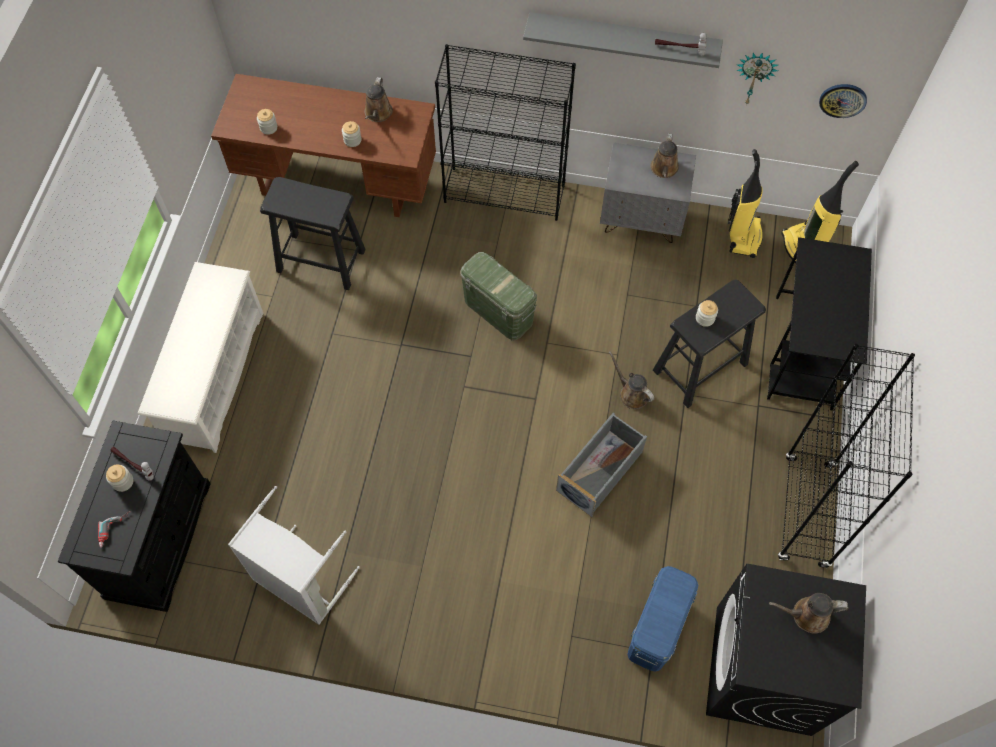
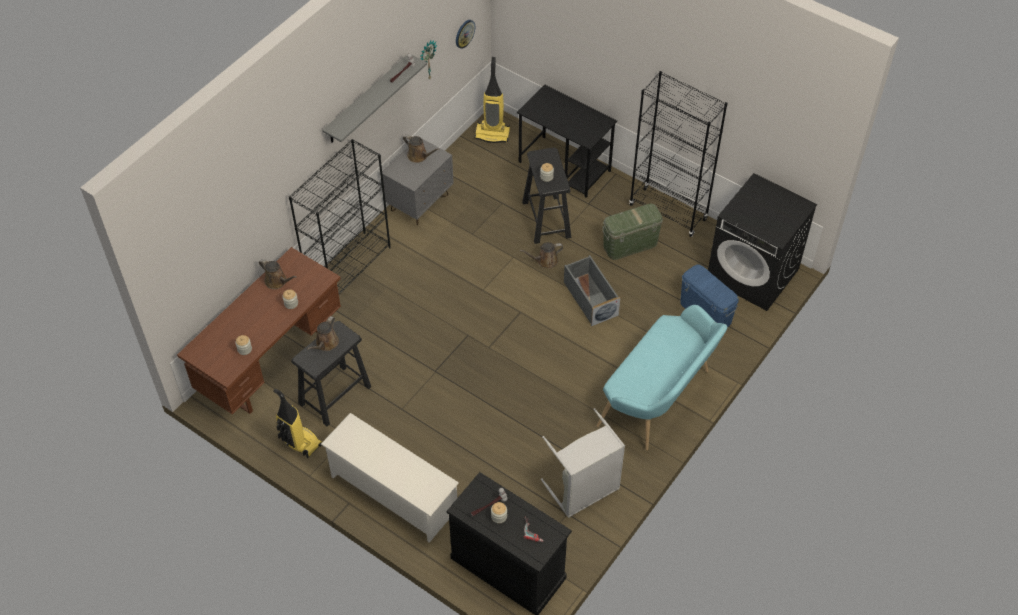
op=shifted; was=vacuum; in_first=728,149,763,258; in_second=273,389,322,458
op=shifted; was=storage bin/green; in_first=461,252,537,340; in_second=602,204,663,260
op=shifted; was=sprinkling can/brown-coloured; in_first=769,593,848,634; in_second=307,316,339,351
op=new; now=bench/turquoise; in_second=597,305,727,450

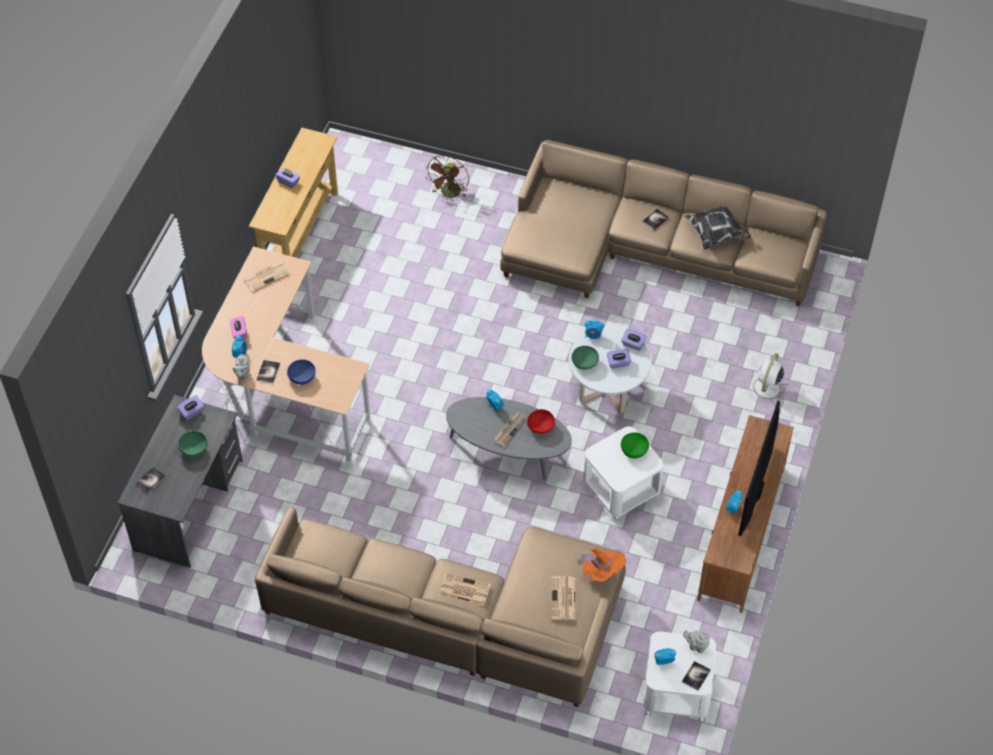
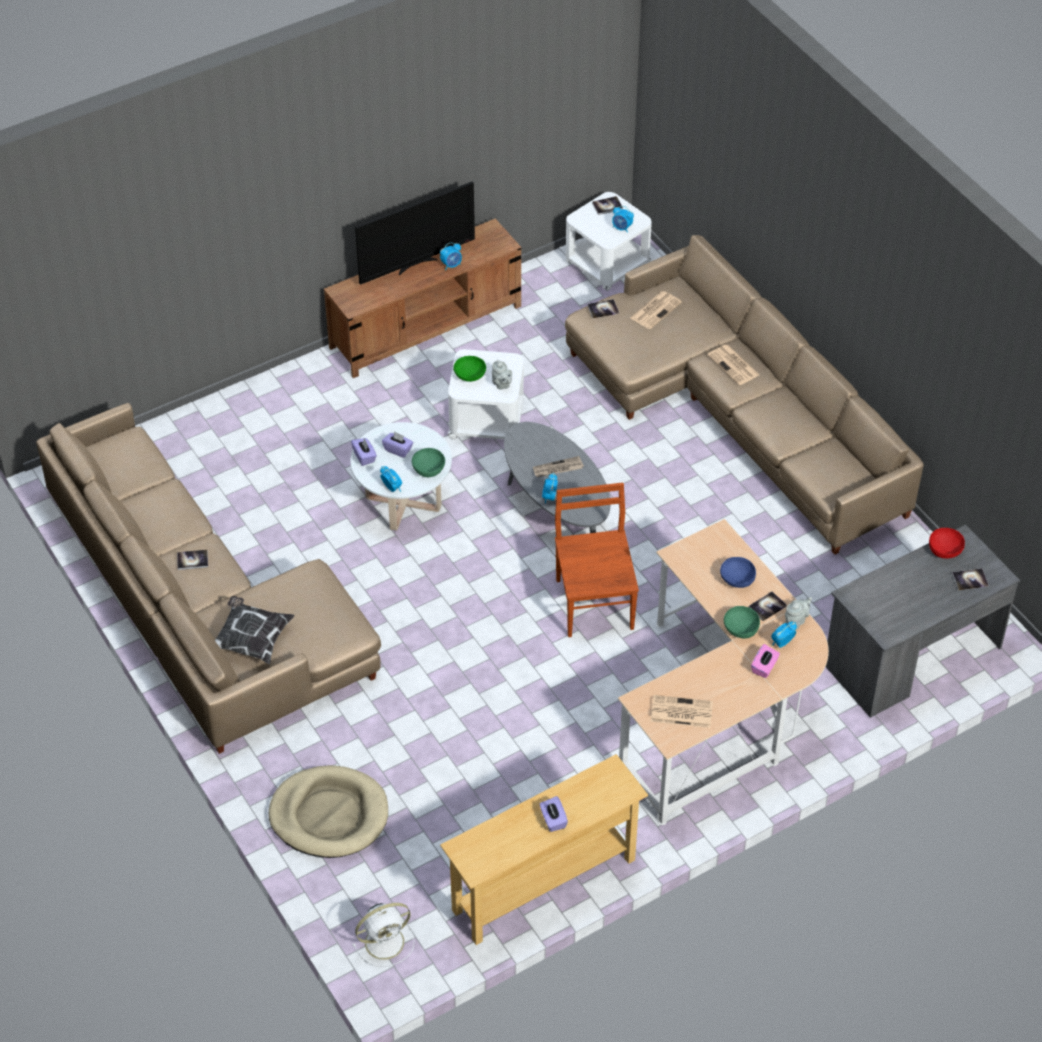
op=swapped; was=electric fan/brown-coloured; now=dog cushion/sand-coloured; in_first=426,156,469,198; in_second=269,765,388,858
op=shifted; was=cushion; in_first=684,207,751,250; in_second=215,596,295,664
op=shifted; was=electric fan/white; in_first=747,353,786,405; in_second=353,903,414,967
op=gone; was=tissue holder/purple-coloured; in_first=177,395,204,420
op=shifted; was=deep dish/red-coloured; in_first=527,409,555,434; in_second=929,528,965,558
op=shifted; was=deep dish/green; in_first=178,431,208,457; in_second=724,606,760,638
op=swapped; was=clothing hat/orange; now=bound book; in_first=577,548,626,582; in_second=587,299,619,318
op=shifted; was=pot for tea/greyish; in_first=683,630,710,653; in_second=492,360,512,390
op=new; now=plain chair/brown-coloured; in_second=555,483,639,637

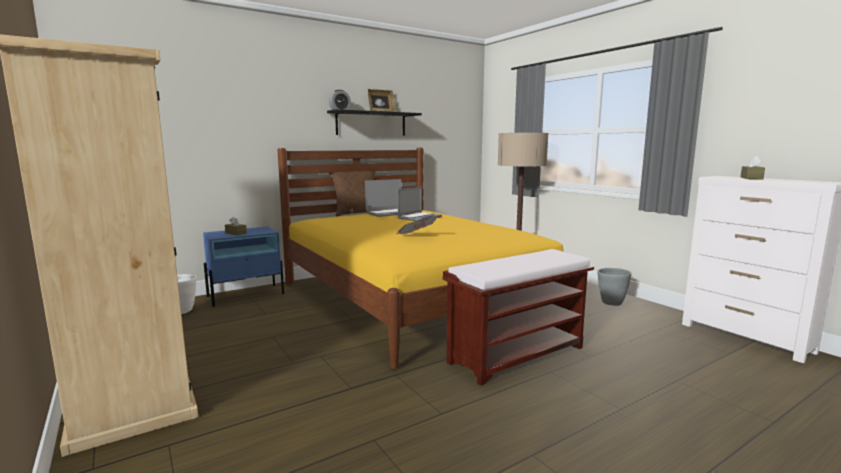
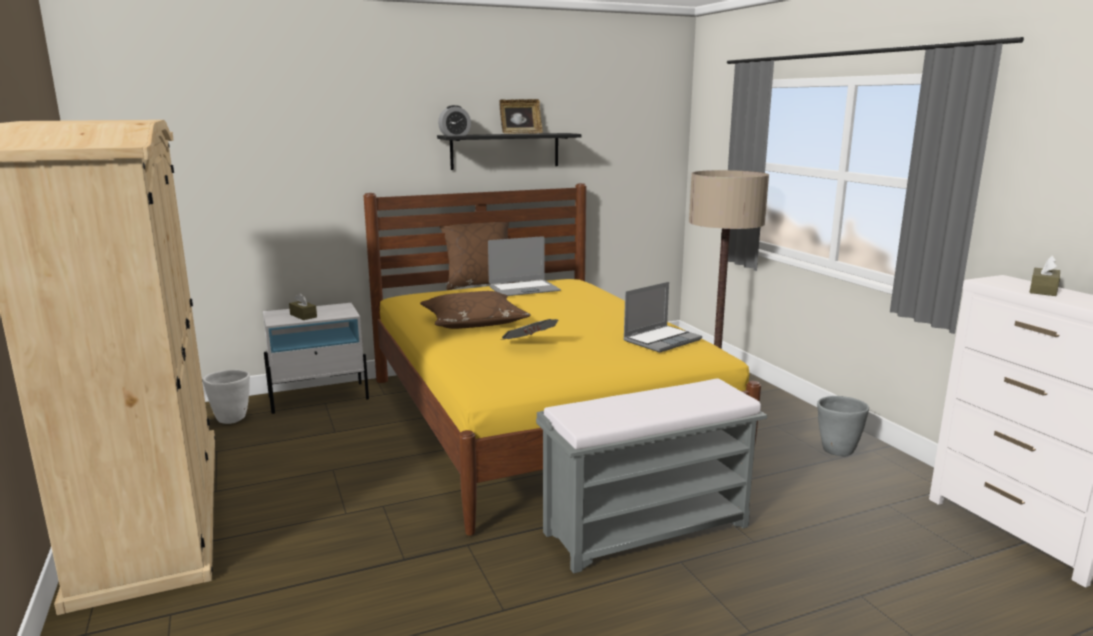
op=shifted; was=laptop; in_first=398,187,442,221; in_second=623,282,702,353
op=repainted; was=night table/bluish; now=night table/white; in_first=203,226,284,306; in_second=263,303,369,414
op=repainted; was=bench/brown-coloured; now=bench/greyish; in_first=443,249,594,386; in_second=536,378,767,574
op=new; now=cushion/brown-coloured; in_second=420,291,531,329

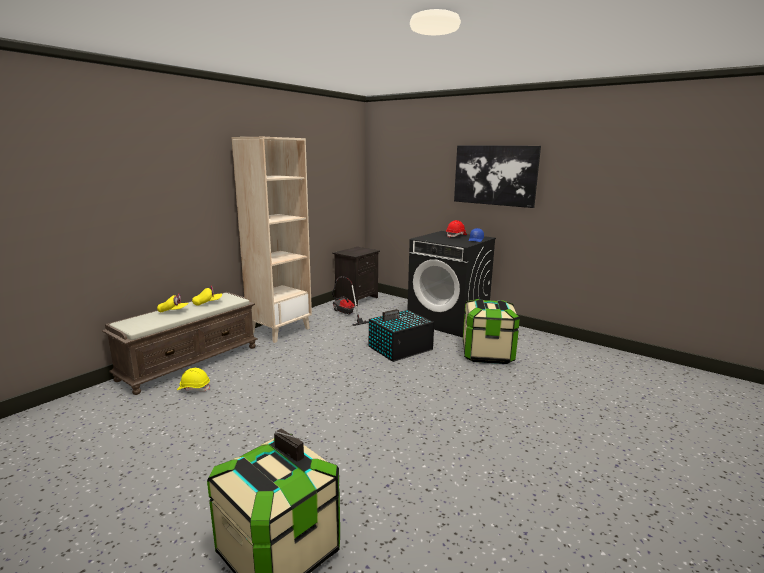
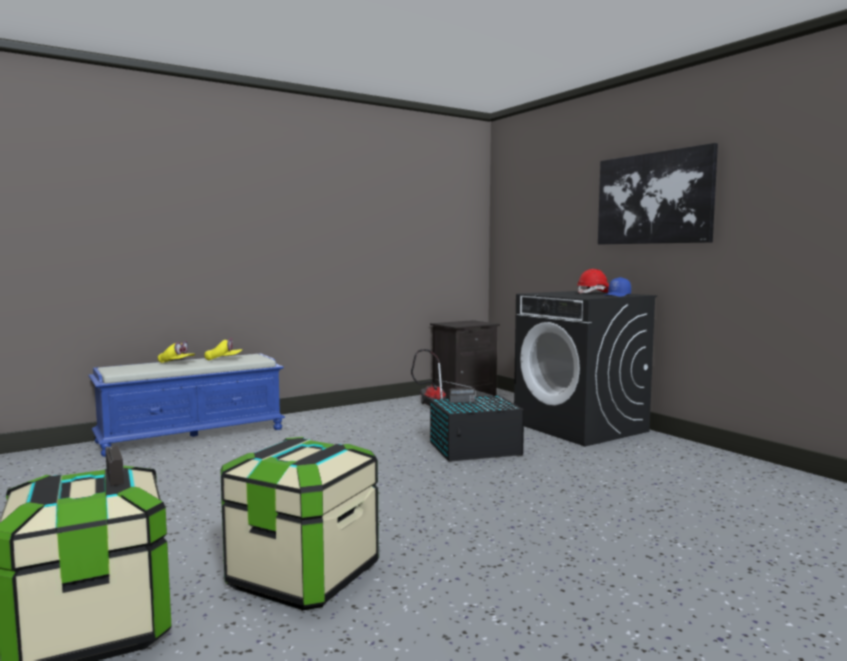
op=gone; was=bookcase/sand-coloured; in_first=231,137,312,343
op=repainted; was=bench/brown-coloured; now=bench/bluish; in_first=102,292,258,395; in_second=88,353,285,457
op=shifted; was=storage bin; in_first=463,299,520,364; in_second=221,437,379,611
op=gone; was=work helmet/yellow; in_first=177,368,210,392

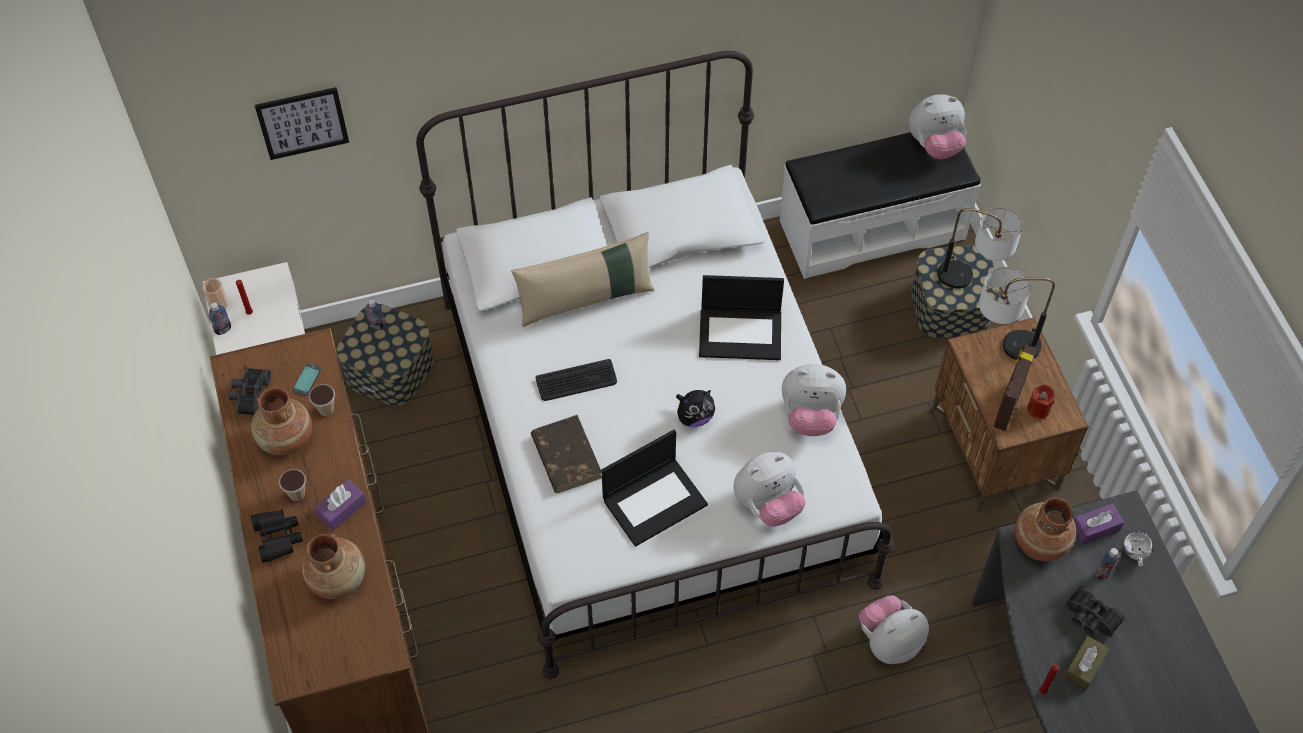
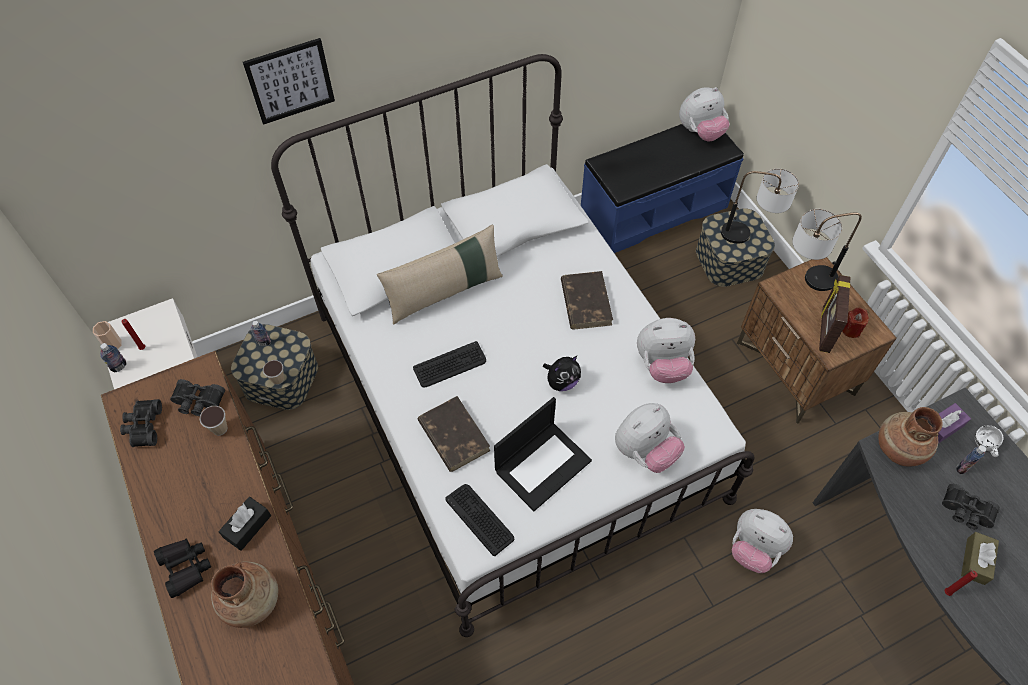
op=shifted; was=wall art; in_first=255,87,349,160; in_second=243,38,335,125
op=repainted; was=bench/white; now=bench/bluish; in_first=780,132,981,279; in_second=581,124,744,253
op=swapped; was=laptop; now=bound book/brown-coloured; in_first=699,275,784,360; in_second=561,271,613,329
op=swapped; was=telephone; now=binoculars/black; in_first=292,363,322,396; in_second=170,379,225,416
op=gone; was=decorative vase/brown-coloured; in_first=251,387,312,455
op=shifted; was=small cup; in_first=279,469,306,501; in_second=263,360,284,385
op=repainted; was=tissue holder/purple-coloured; now=tissue holder/black; in_first=315,479,366,531; in_second=219,497,271,551
op=rotated; was=plush toy; in_first=859,595,929,664; in_second=732,509,793,573; clockwise=-105
op=new; now=PC keyboard; in_second=445,484,514,556

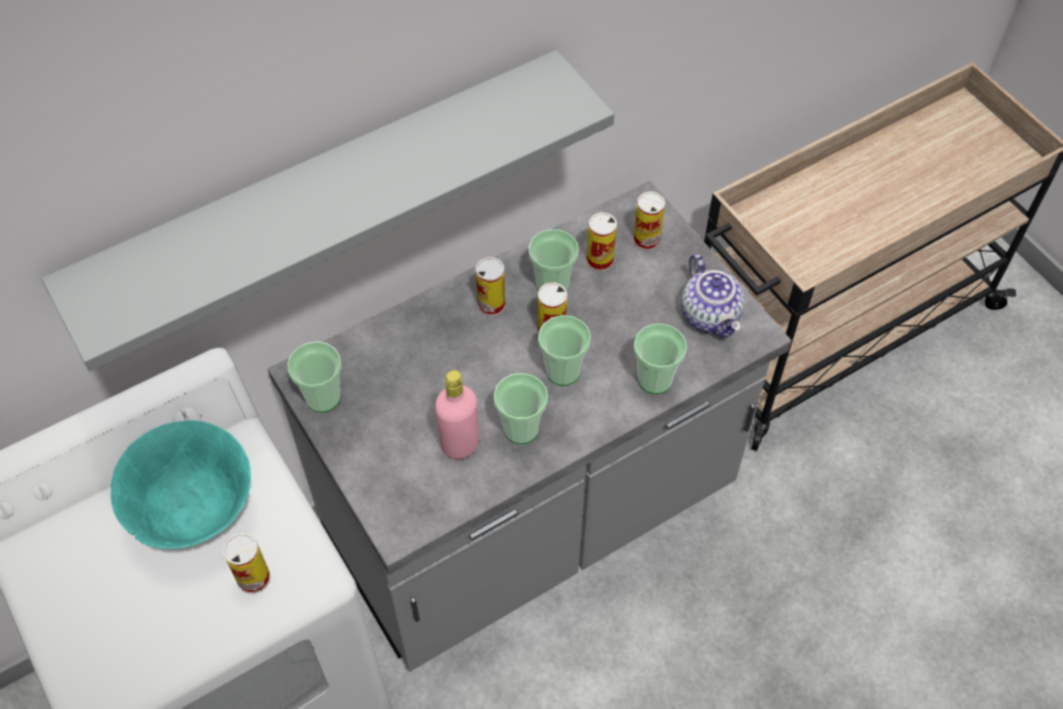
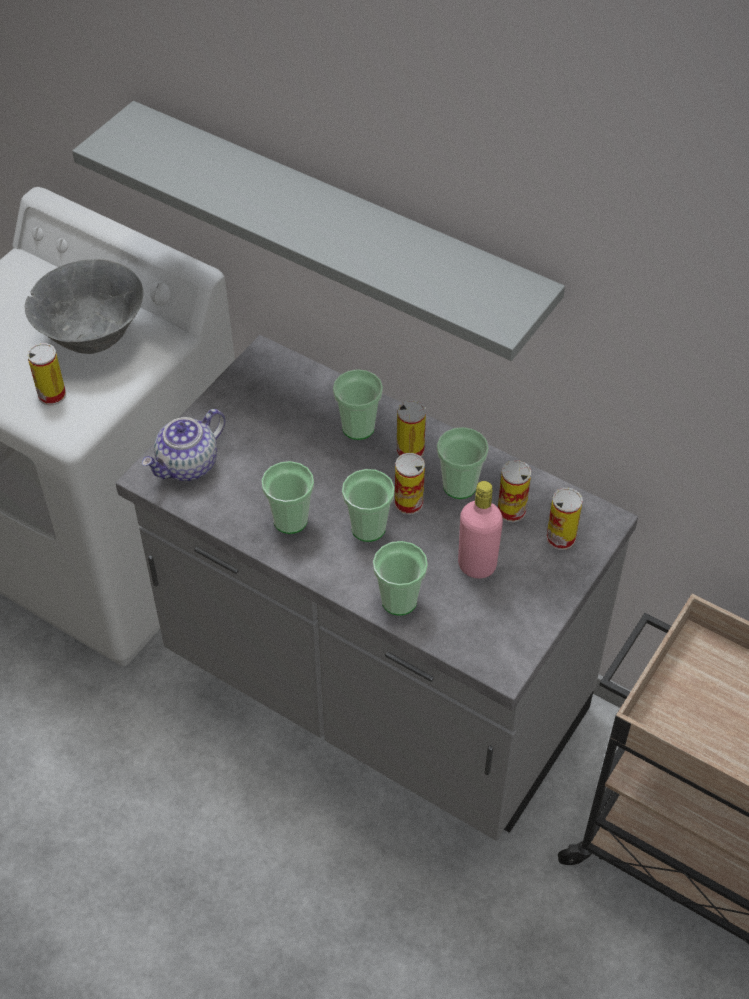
op=shifted; was=pot for tea; in_first=681,254,745,338; in_second=142,409,225,481
op=shifted; was=small cup; in_first=287,341,342,413; in_second=333,369,383,440
op=shifted; was=beverage bottle/pink; in_first=435,370,479,459; in_second=458,481,503,578
op=repainted; was=deep dish/turquoise; now=deep dish/greyish; in_first=111,420,251,549; in_second=25,259,143,354

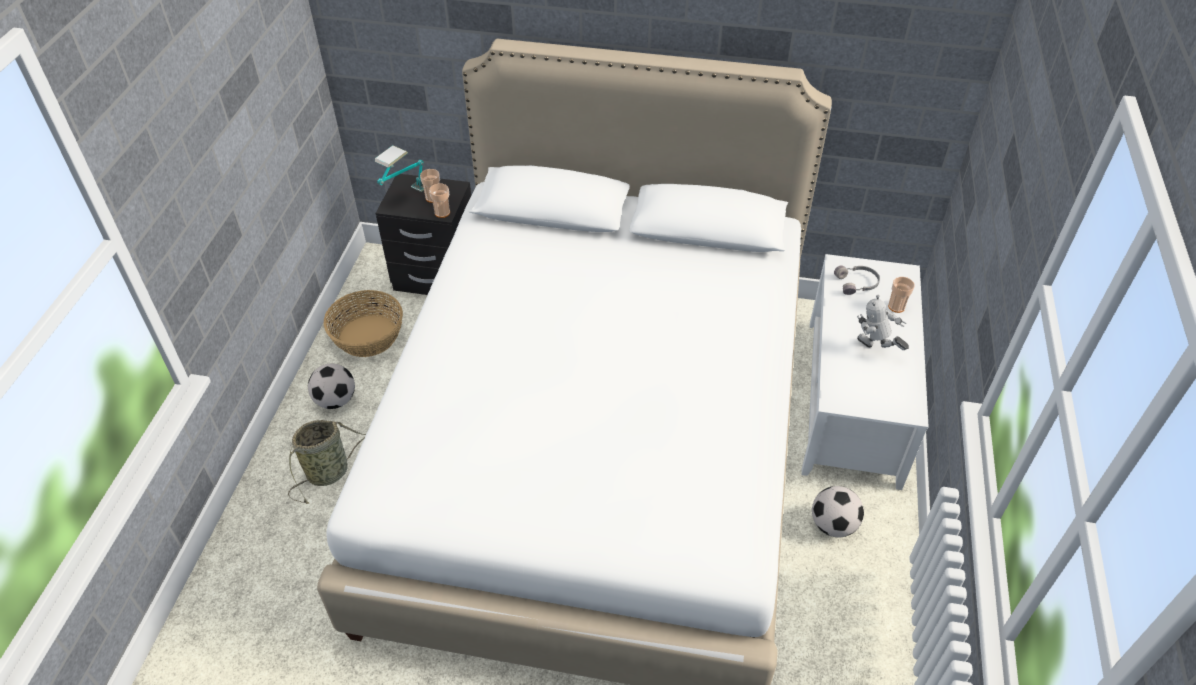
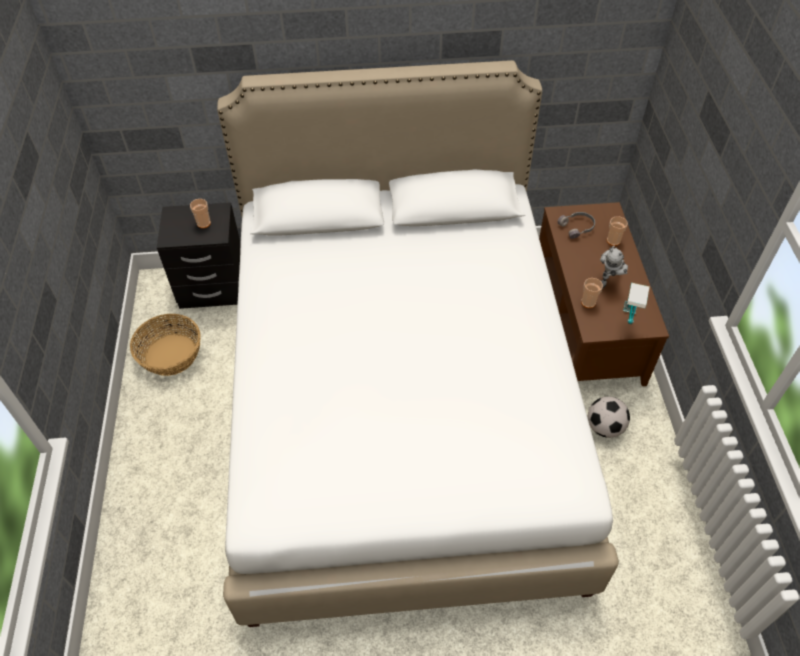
op=shifted; was=lamp for a table; in_first=375,145,424,192; in_second=623,282,650,324
op=shifted; was=small cup; in_first=429,183,450,218; in_second=581,278,603,308
op=repainted; was=lounge table/white; now=lounge table/brown-coloured; in_first=801,254,929,490; in_second=539,202,669,386
op=rotated; was=toy robot; in_first=857,295,909,350; in_second=600,245,628,289; clockwise=-75
op=gone; was=football; in_first=308,364,355,409
op=gone; was=household basket; in_first=288,420,366,504

